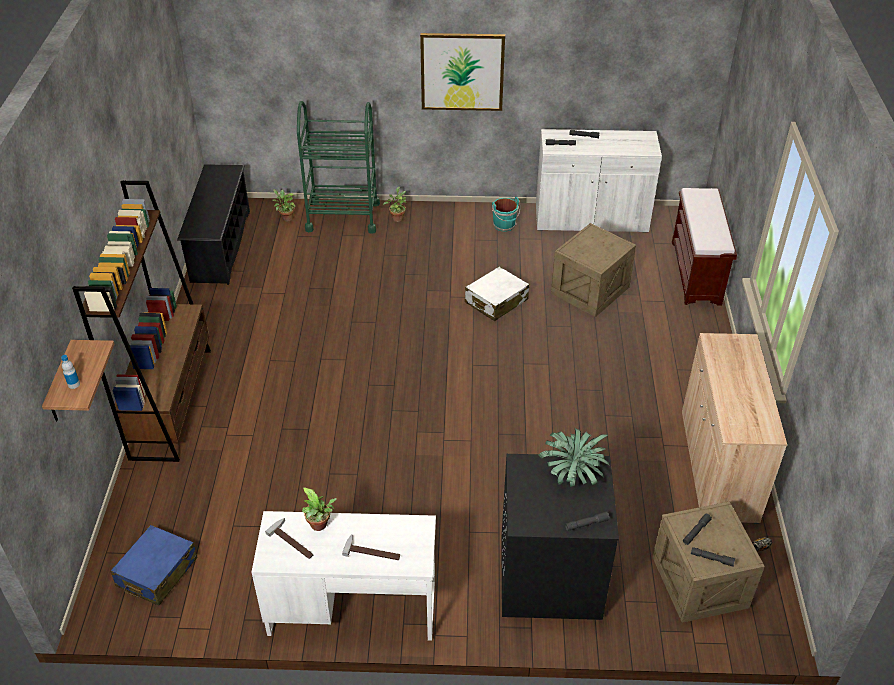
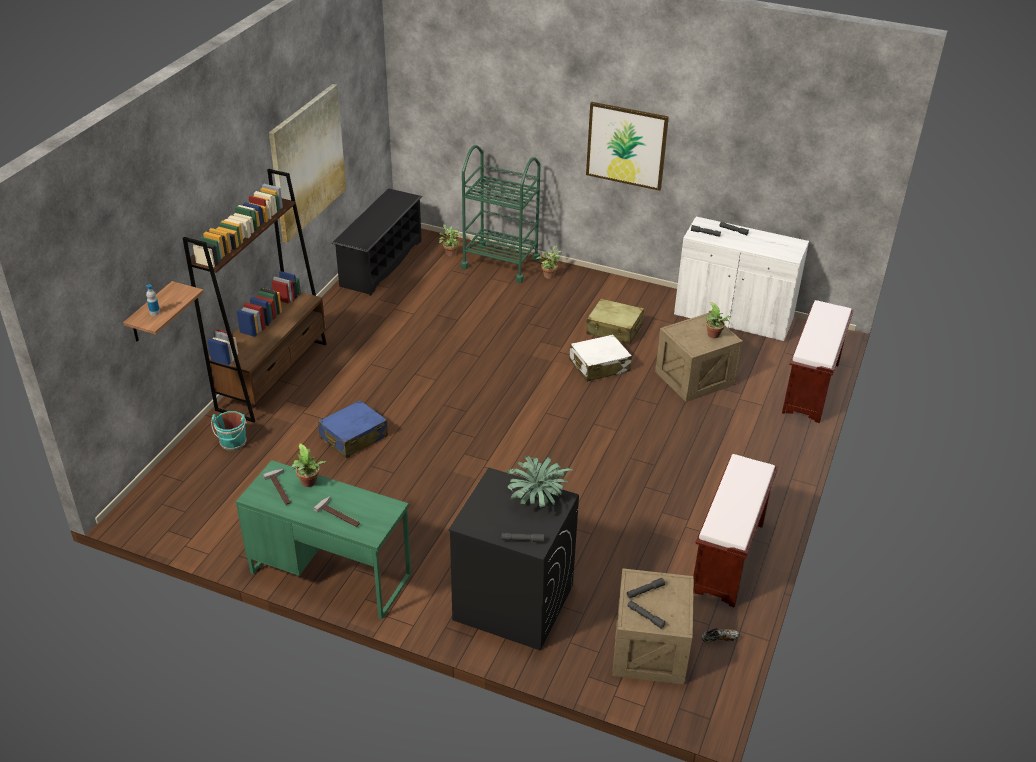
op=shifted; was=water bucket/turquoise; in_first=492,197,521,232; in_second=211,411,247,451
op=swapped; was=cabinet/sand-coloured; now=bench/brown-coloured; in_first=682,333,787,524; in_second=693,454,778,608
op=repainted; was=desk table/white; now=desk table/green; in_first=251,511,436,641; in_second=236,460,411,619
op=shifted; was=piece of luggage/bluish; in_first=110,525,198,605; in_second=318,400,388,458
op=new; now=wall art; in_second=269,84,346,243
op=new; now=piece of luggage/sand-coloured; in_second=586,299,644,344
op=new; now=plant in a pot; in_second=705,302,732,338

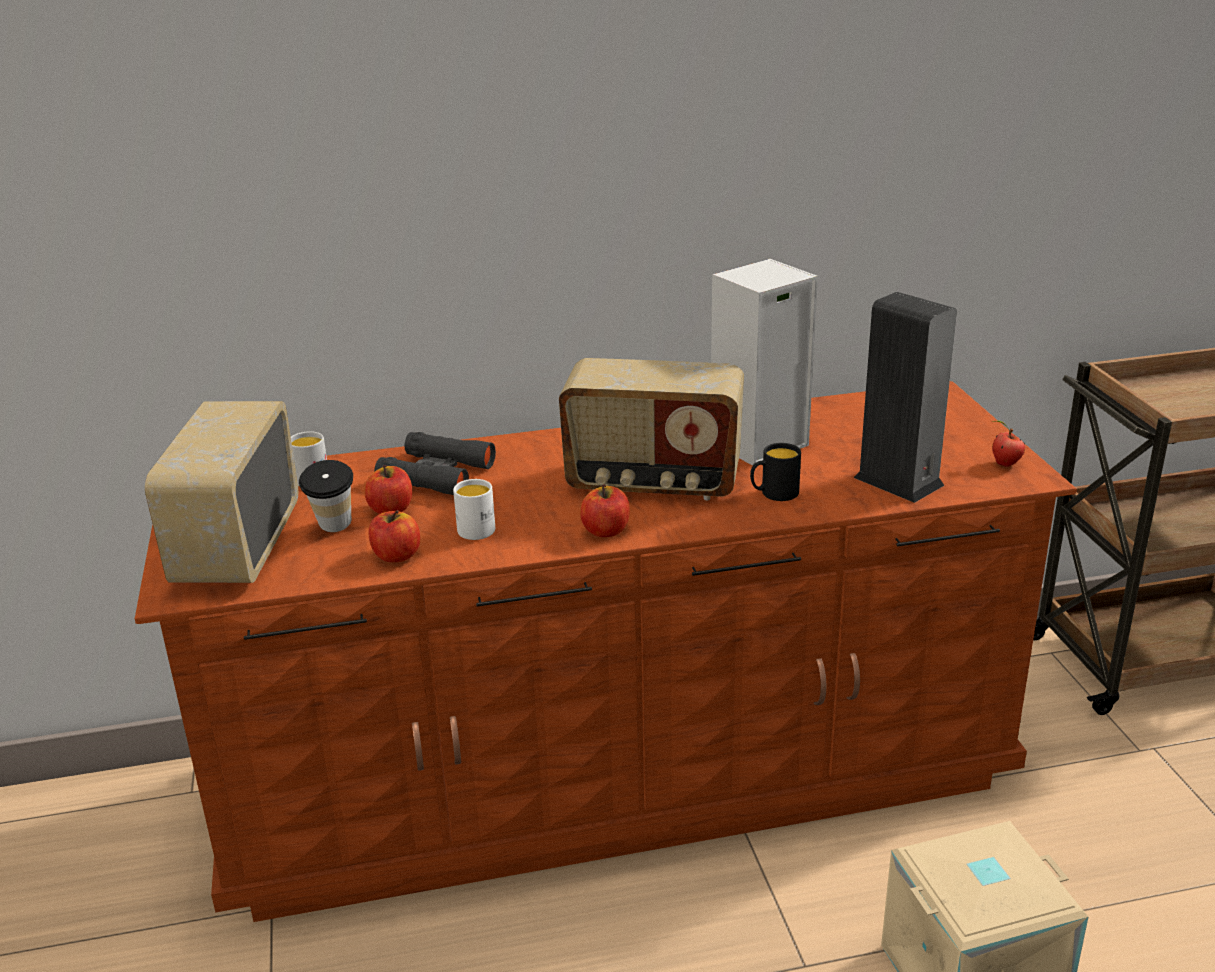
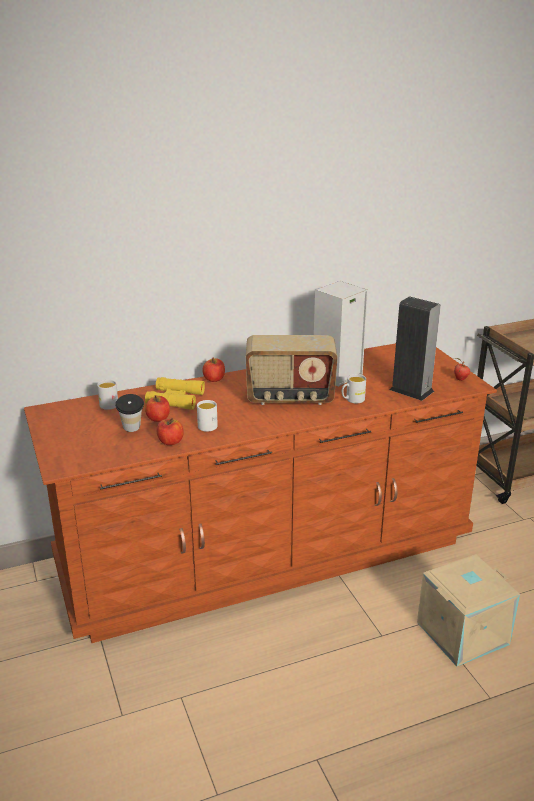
op=gone; was=radio set; in_first=145,401,298,583
op=repainted; was=binoculars/black; now=binoculars/yellow; in_first=374,432,496,495; in_second=145,377,205,410
op=repainted; was=tea mug/black; now=tea mug/white; in_first=750,443,801,501; in_second=342,374,366,403
op=shifted; was=apple fruit; in_first=580,484,630,537; in_second=202,358,225,382

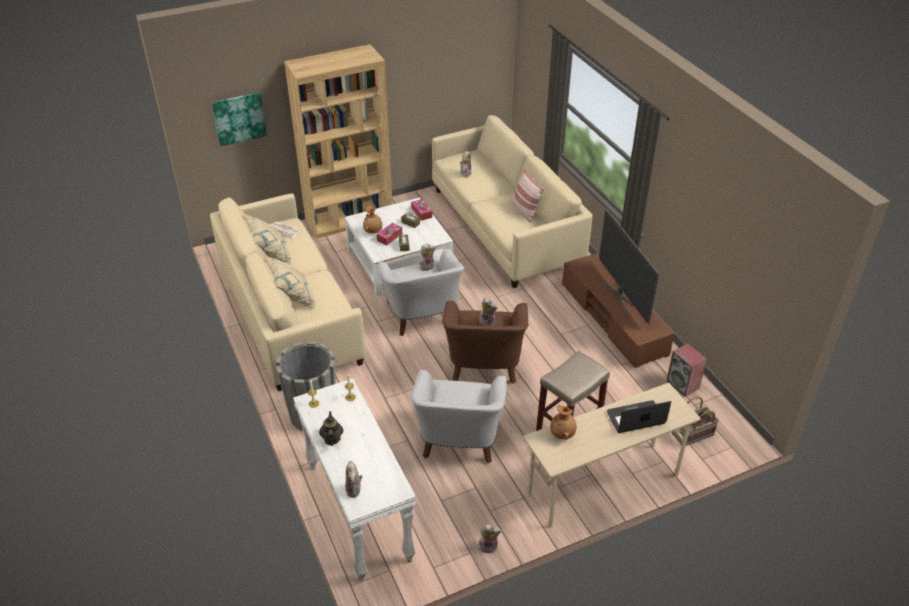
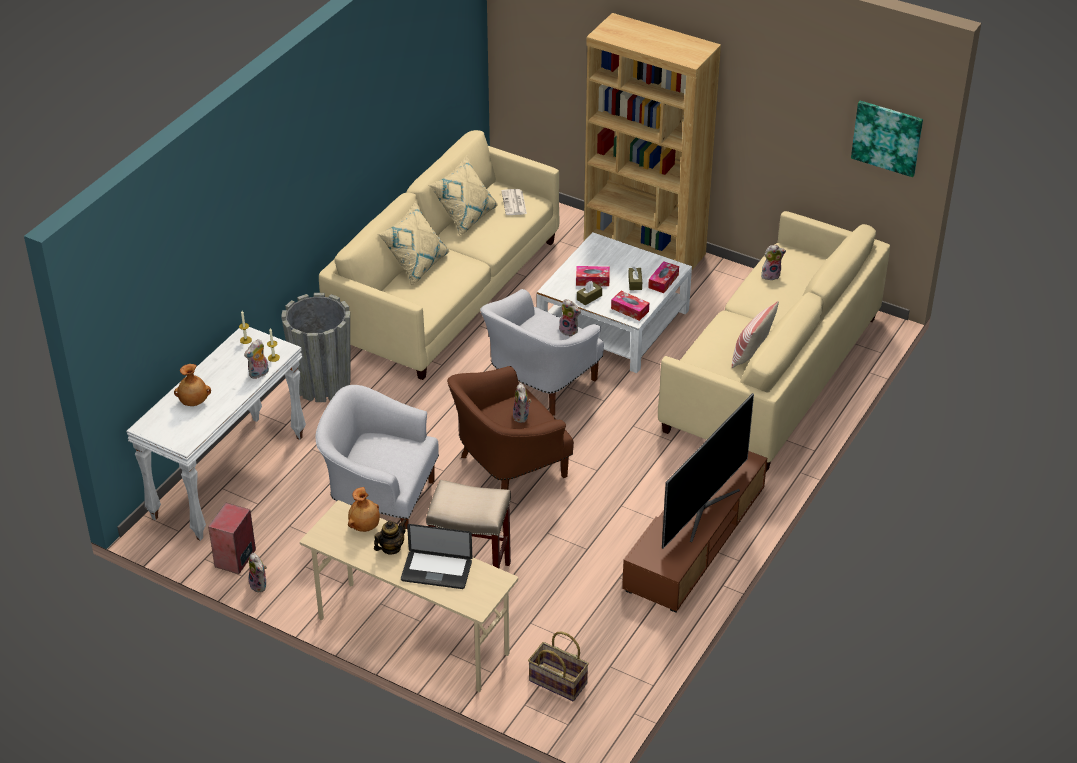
op=shifted; was=wall art; in_first=212,92,267,146; in_second=851,101,923,177
op=shifted; was=decorative vase/brown-coloured; in_first=363,206,382,234; in_second=174,364,211,406
op=shifted; was=speaker; in_first=666,343,707,397; in_second=208,503,256,574
op=rotated; was=armchair/white; in_first=411,370,507,463; in_second=316,385,439,529; clockwise=45
op=rotated; was=laptop; in_first=607,400,671,433; in_second=401,524,472,589; clockwise=150
op=shifted; was=pot for tea; in_first=319,411,344,446; in_second=374,519,407,554
op=shifted; was=plush toy; in_first=345,461,363,498; in_second=244,339,269,379
op=new; now=tissue holder; in_second=611,291,649,321

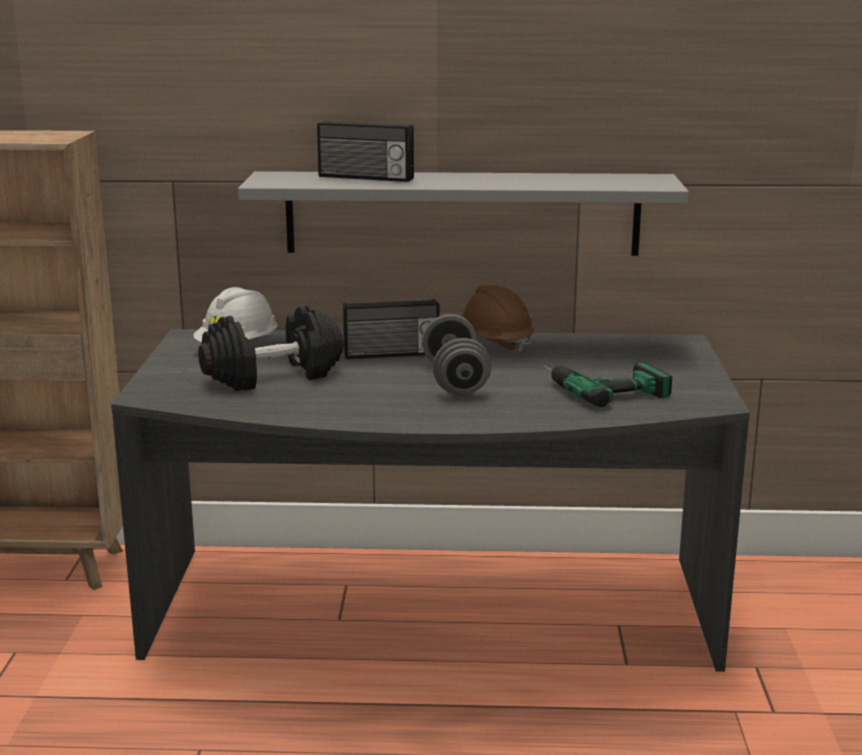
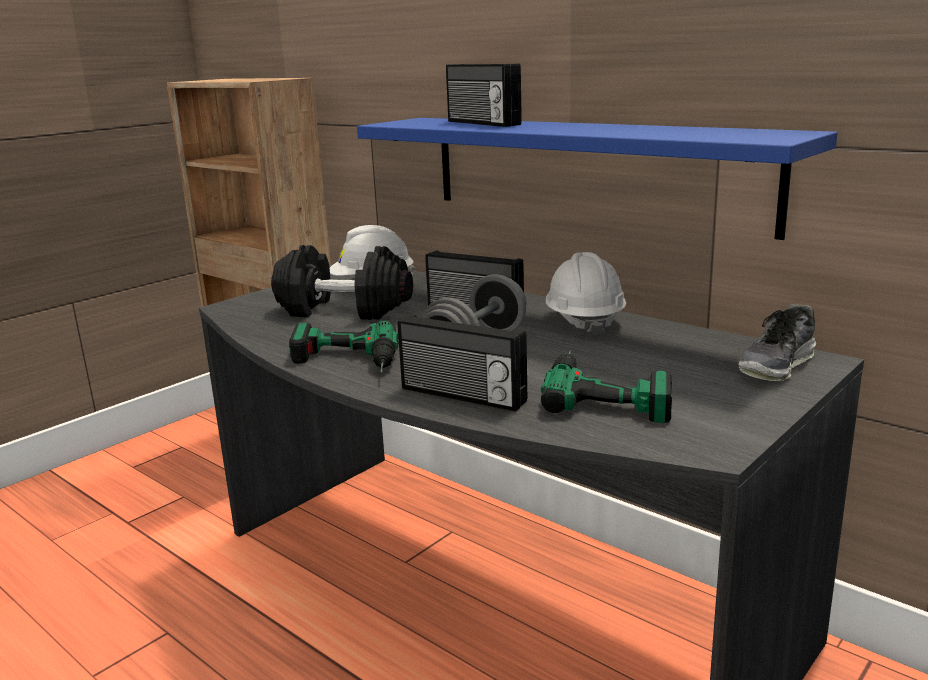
op=repainted; was=bracket shelf/greyish; now=bracket shelf/bluish; in_first=238,171,689,256; in_second=357,118,837,240
op=repainted; was=work helmet/brown-coloured; now=work helmet/white; in_first=461,285,534,354; in_second=546,252,626,337
op=new; now=item of footwear; in_second=738,304,816,381
op=new; now=radio set; in_second=398,314,527,411
op=new; now=electric drill; in_second=289,320,399,372

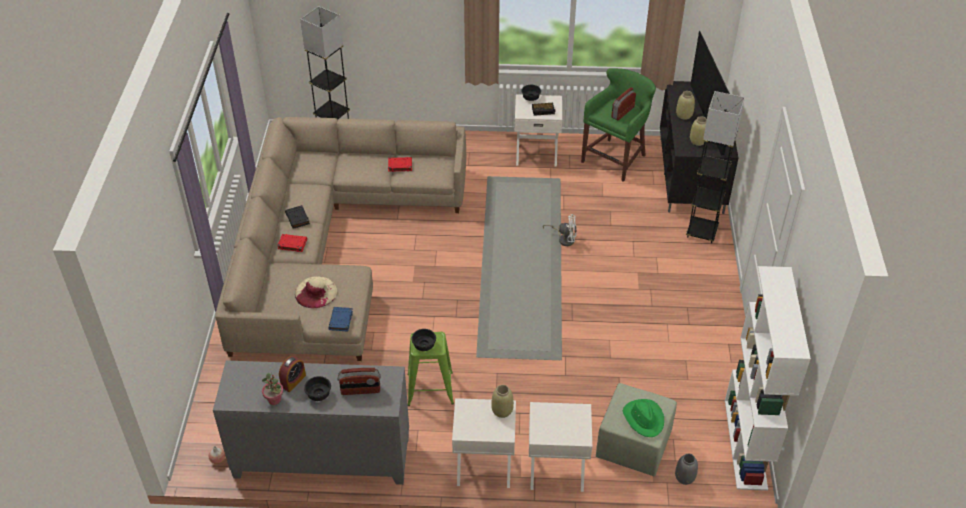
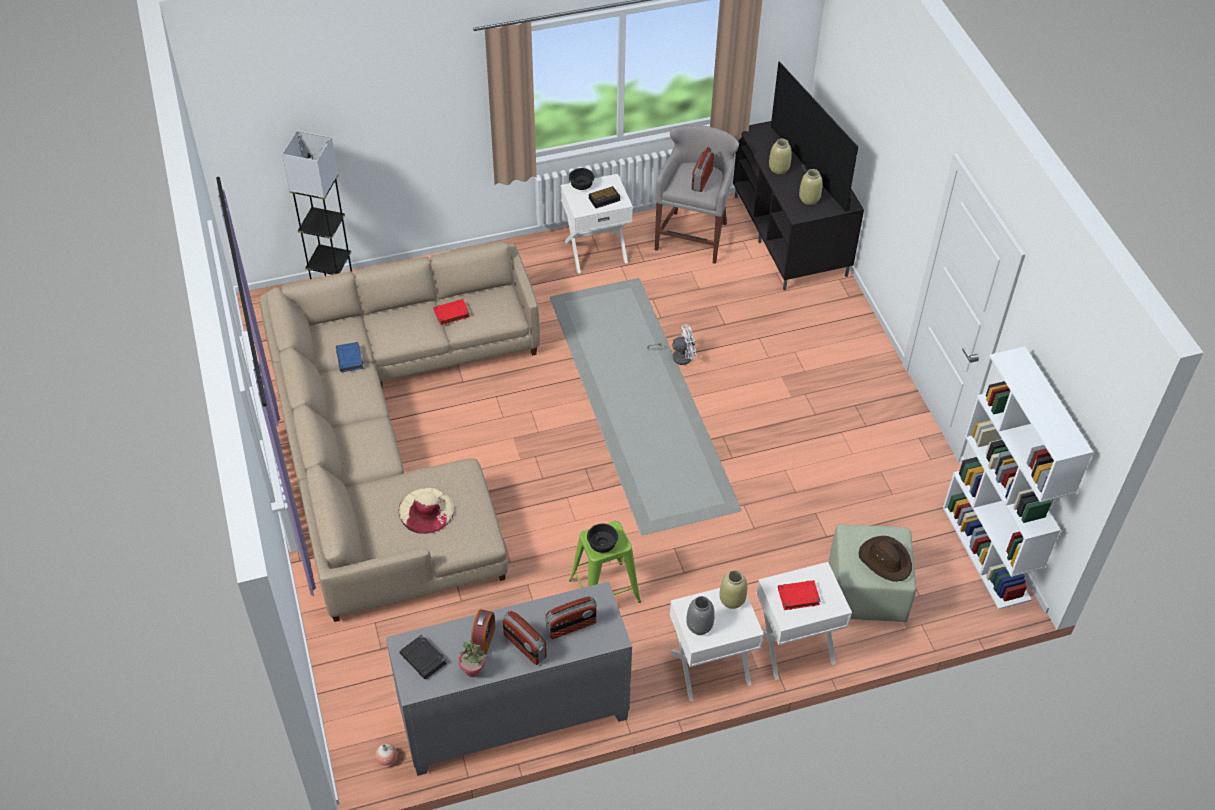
op=repainted; was=stool/green; now=stool/greyish; in_first=581,68,656,182; in_second=655,125,739,264
op=gone; was=floor lamp/greyish; in_first=686,91,745,243
op=shifted; was=bound book/black; in_first=285,205,310,229; in_second=400,634,447,679
op=shifted; was=bound book/red-coloured; in_first=277,234,307,252; in_second=778,580,821,610
op=shifted; was=bound book/bluish; in_first=328,307,353,332; in_second=336,342,363,372
op=swapped; was=deep dish/black; now=radio set; in_first=304,376,331,401; in_second=503,611,547,665
op=repainted; was=clothing hat/green; now=clothing hat/brown-coloured; in_first=623,399,664,437; in_second=859,536,912,582
op=shifted; was=decorative vase/greyish; in_first=675,454,698,485; in_second=686,596,715,635

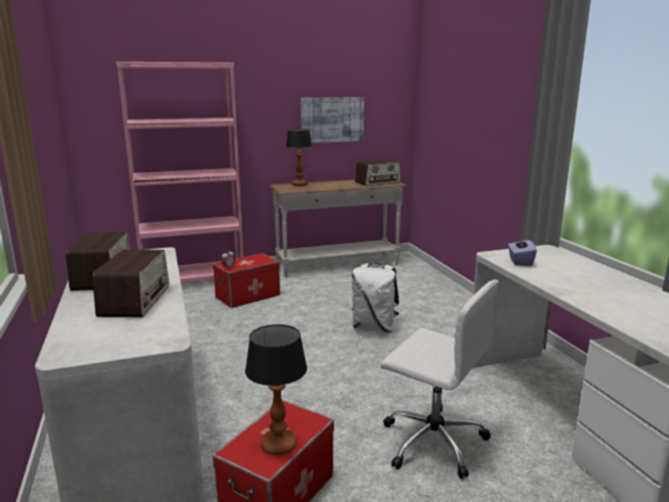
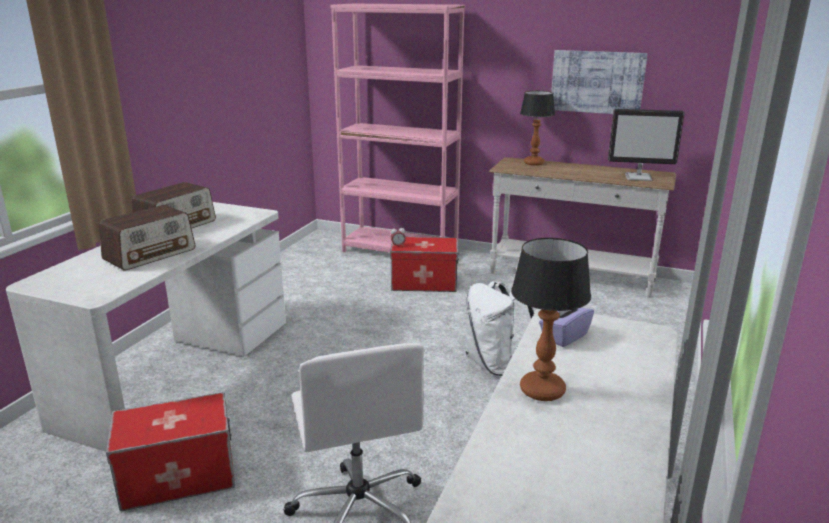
op=swapped; was=radio set; now=computer screen; in_first=355,159,401,186; in_second=608,109,685,181
op=shifted; was=lamp for a table; in_first=245,324,307,455; in_second=511,238,591,401

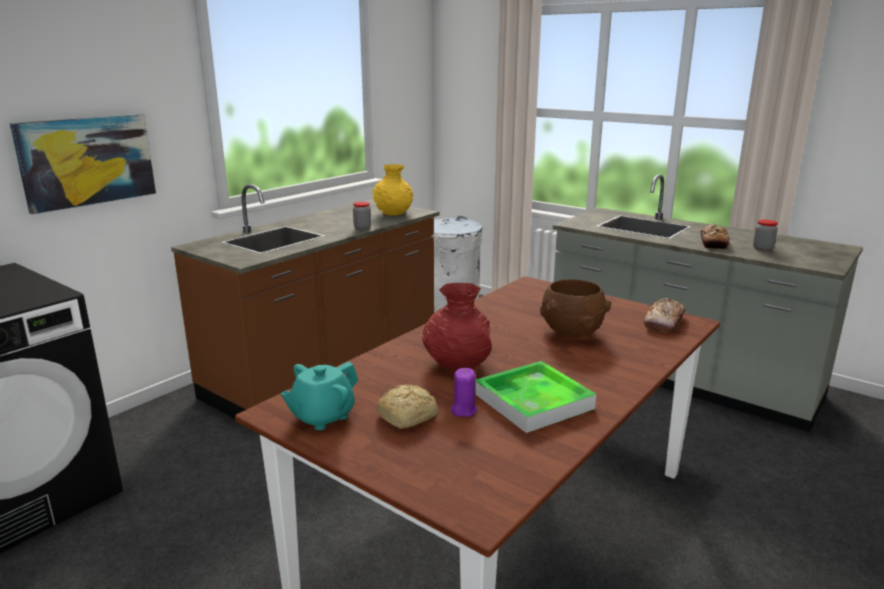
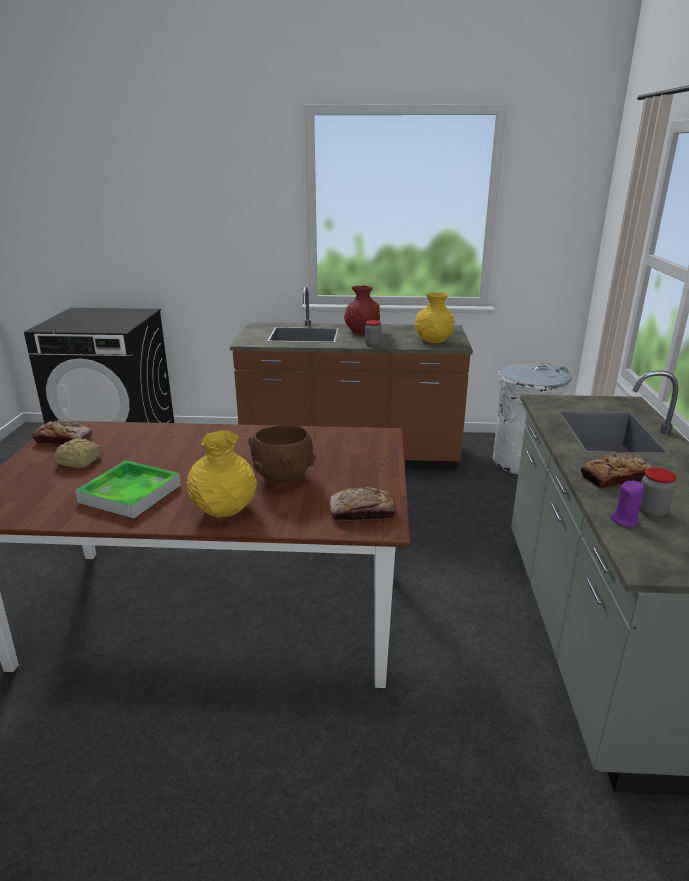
op=gone; was=wall art; in_first=10,114,156,214
op=shifted; was=decorative vase/red-coloured; in_first=422,283,492,371; in_second=344,285,380,335
op=swapped; was=pot for tea/turquoise; now=bakery bread; in_first=281,362,358,430; in_second=32,420,92,445
op=shifted; was=wax light/purple-coloured; in_first=451,368,477,417; in_second=611,481,644,527
op=new; now=decorative vase/yellow; in_second=186,430,257,518

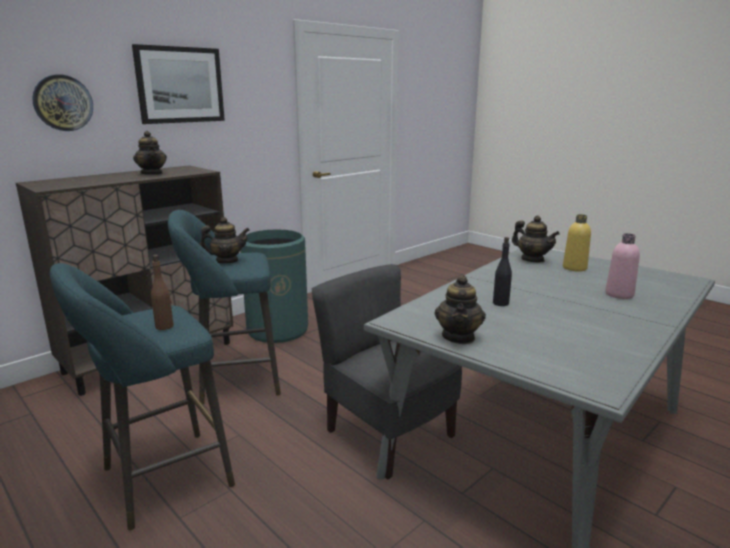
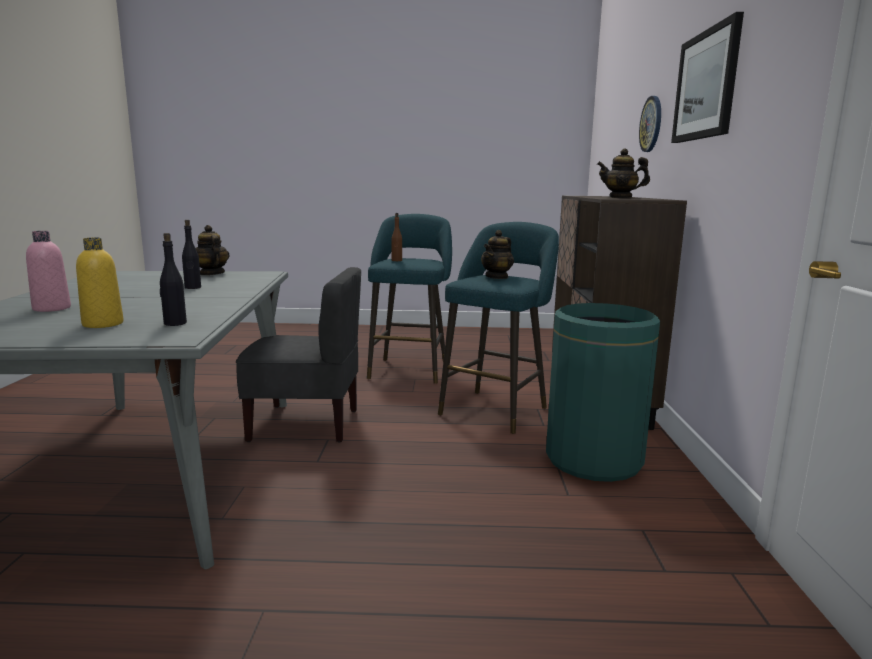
op=swapped; was=pot for tea; now=beverage bottle/black; in_first=512,215,560,262; in_second=160,233,187,326

